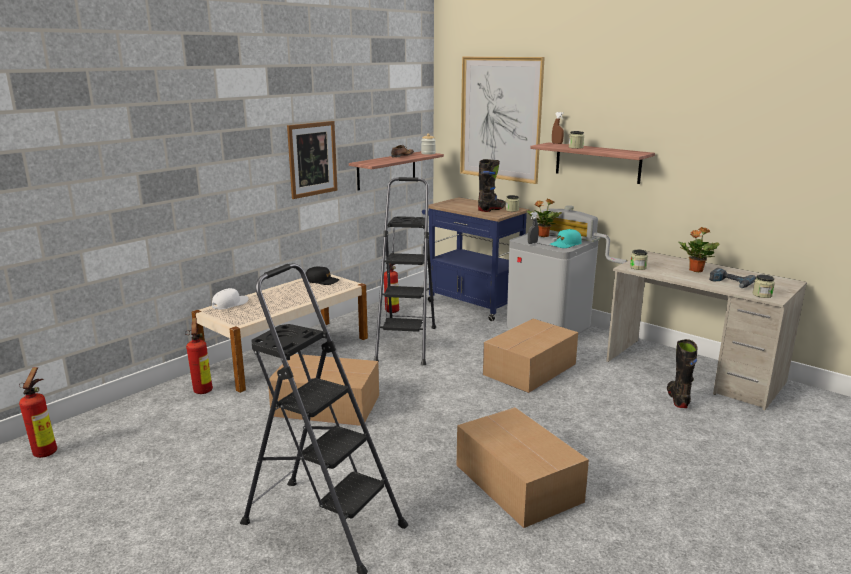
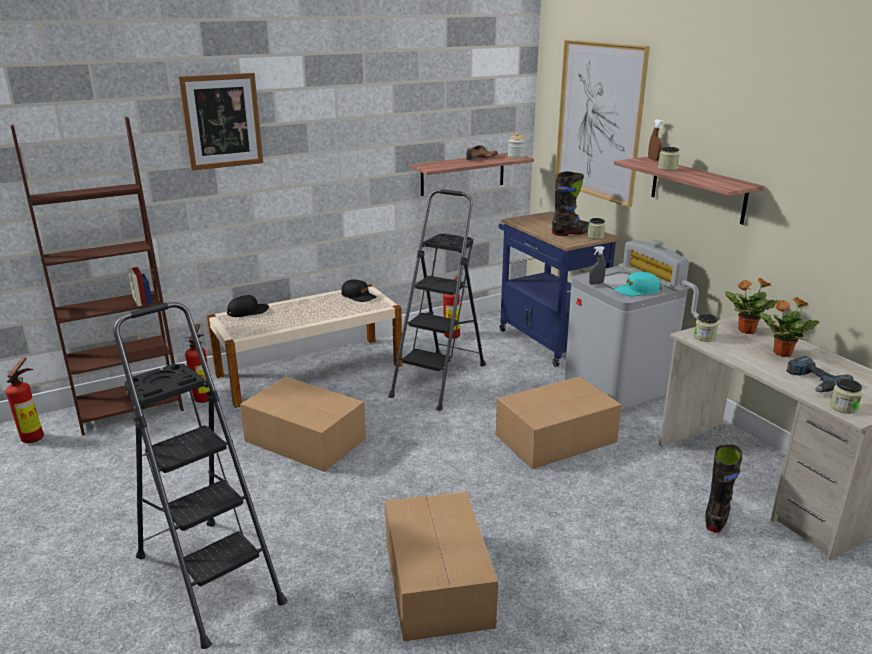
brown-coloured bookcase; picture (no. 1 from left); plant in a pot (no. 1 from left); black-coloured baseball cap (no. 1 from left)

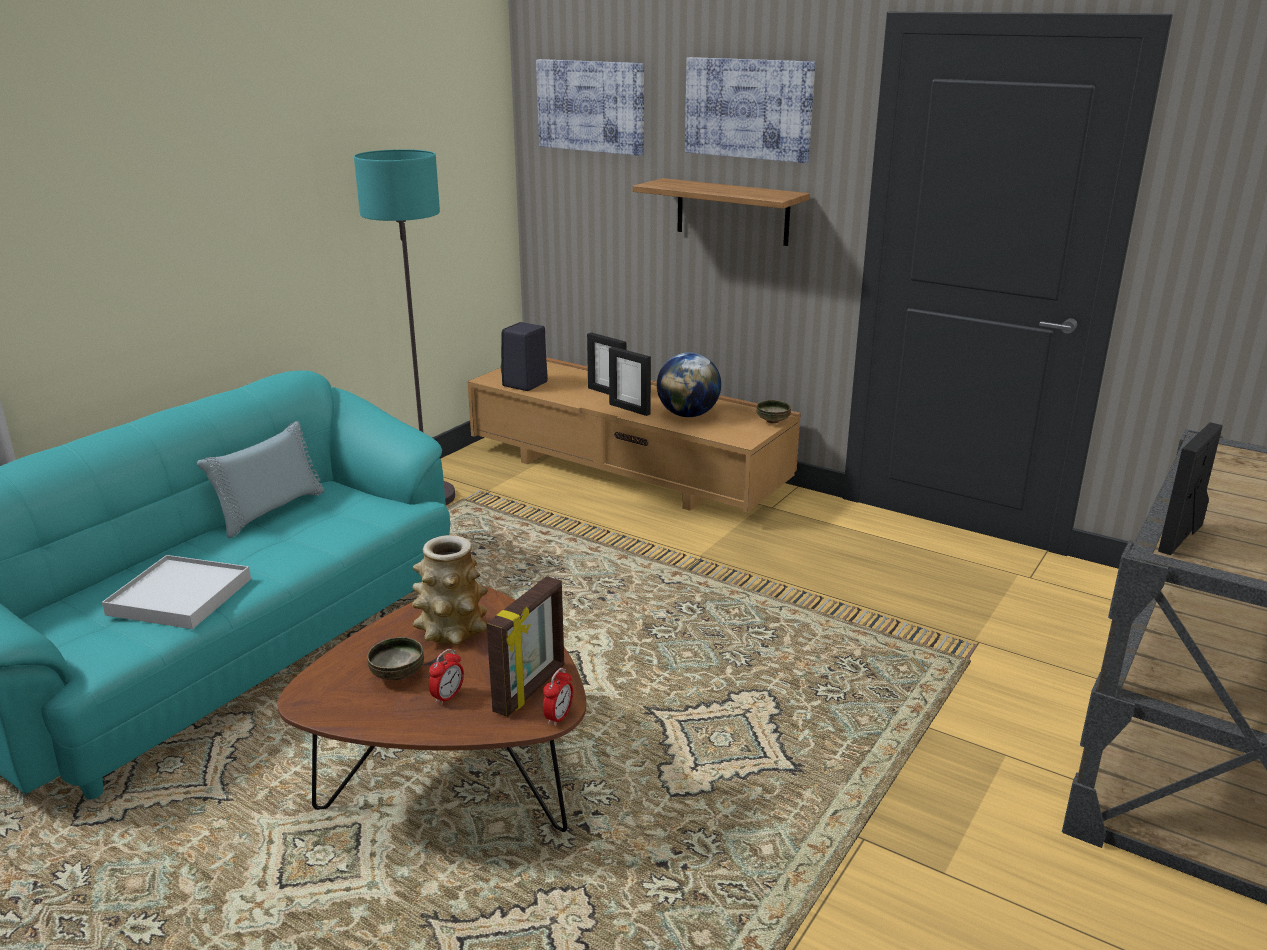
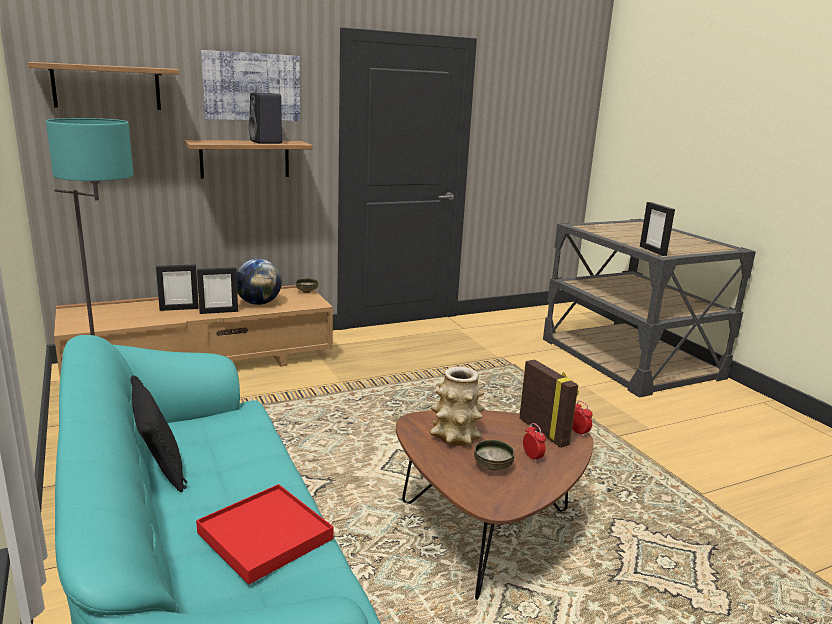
black-coloured loudspeaker; shelf (no. 1 from left); red carrying tray; black-coloured throw pillow

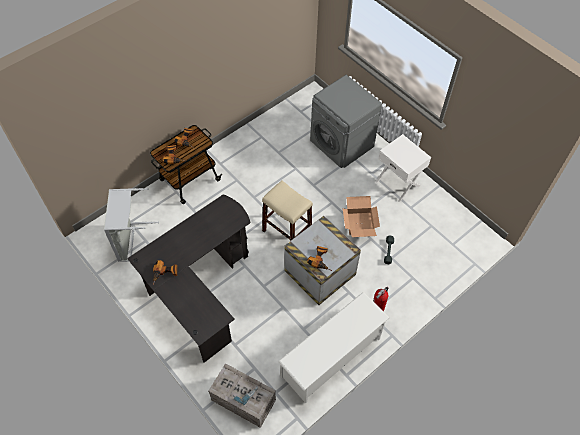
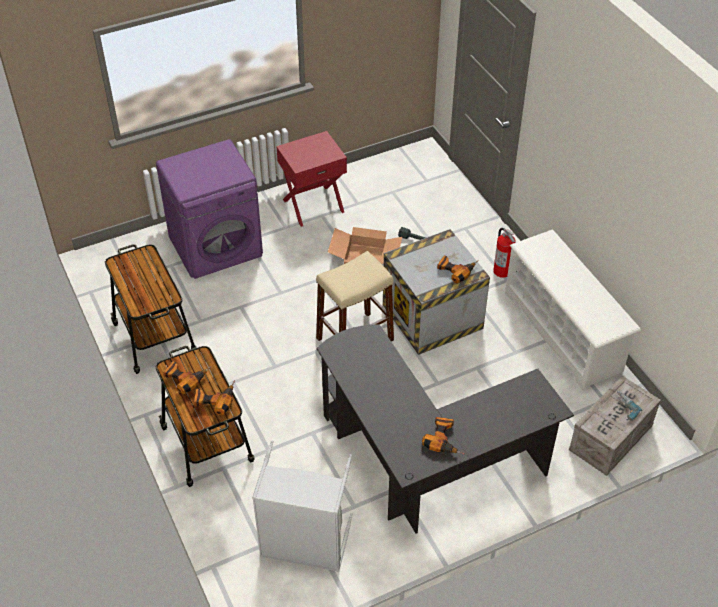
wheeled cart (no. 1 from left); purple-coloured washing machine; red bedside table

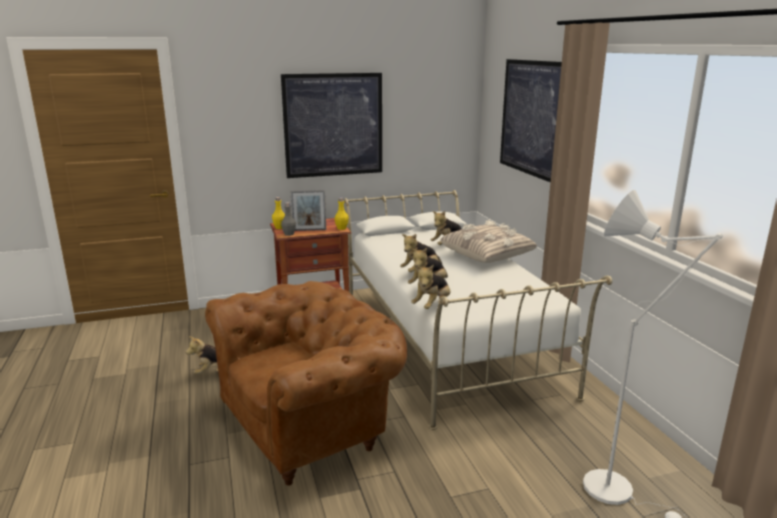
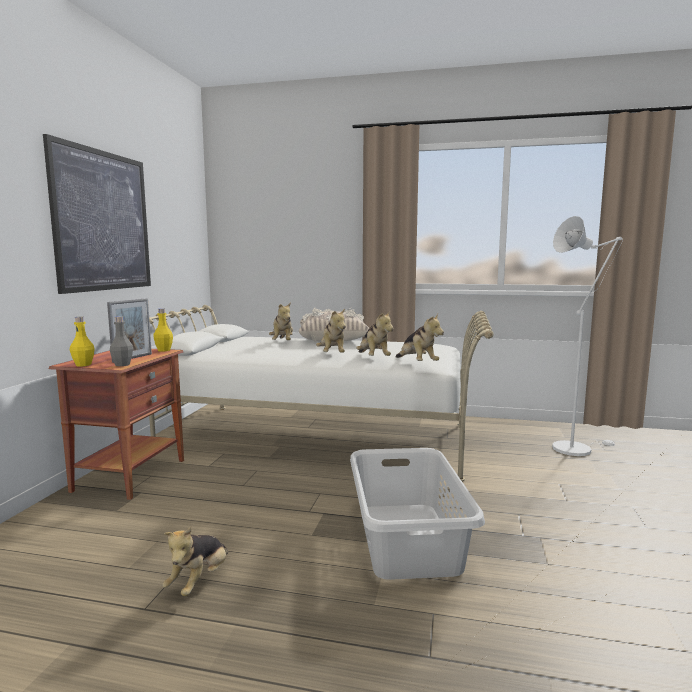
picture (no. 2 from left in the first image); gray laundry basket

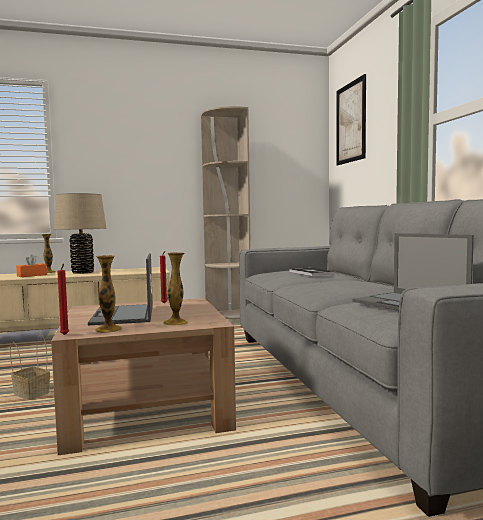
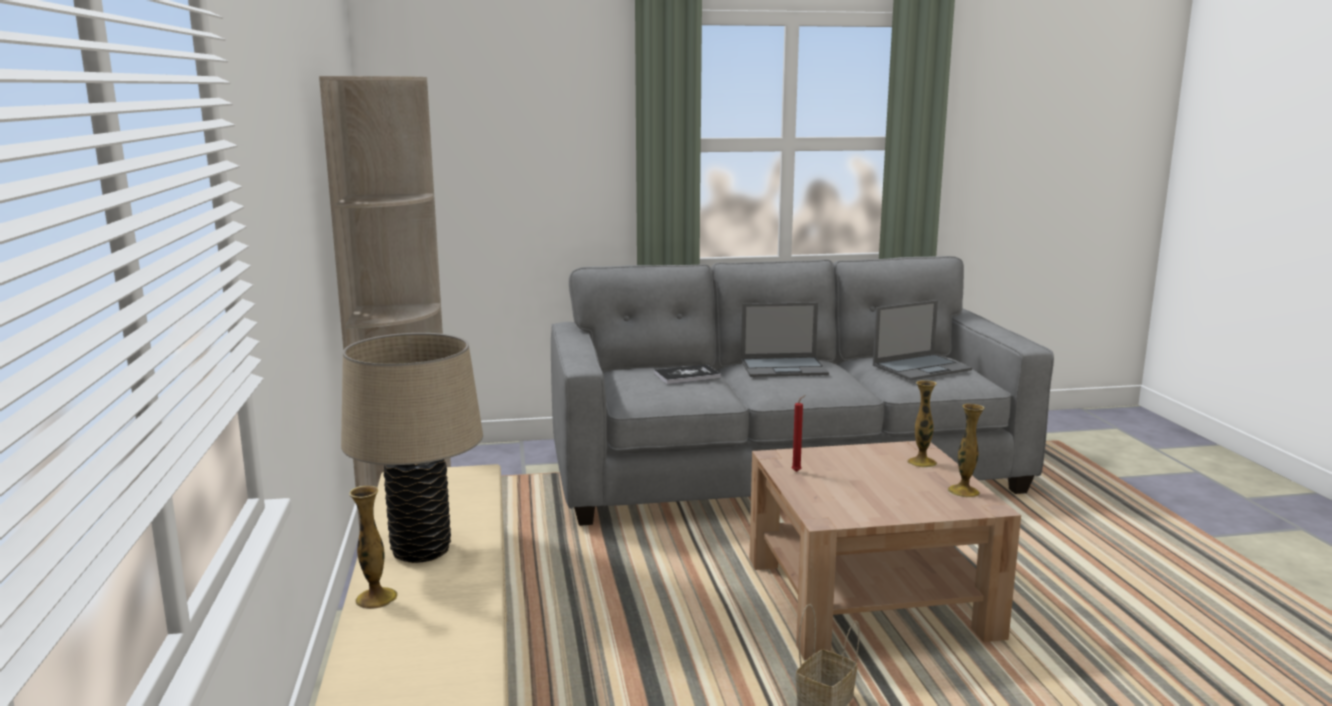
orange-coloured box of tissues; red wax candle (no. 1 from left in the first image); picture; notebook computer (no. 1 from left)

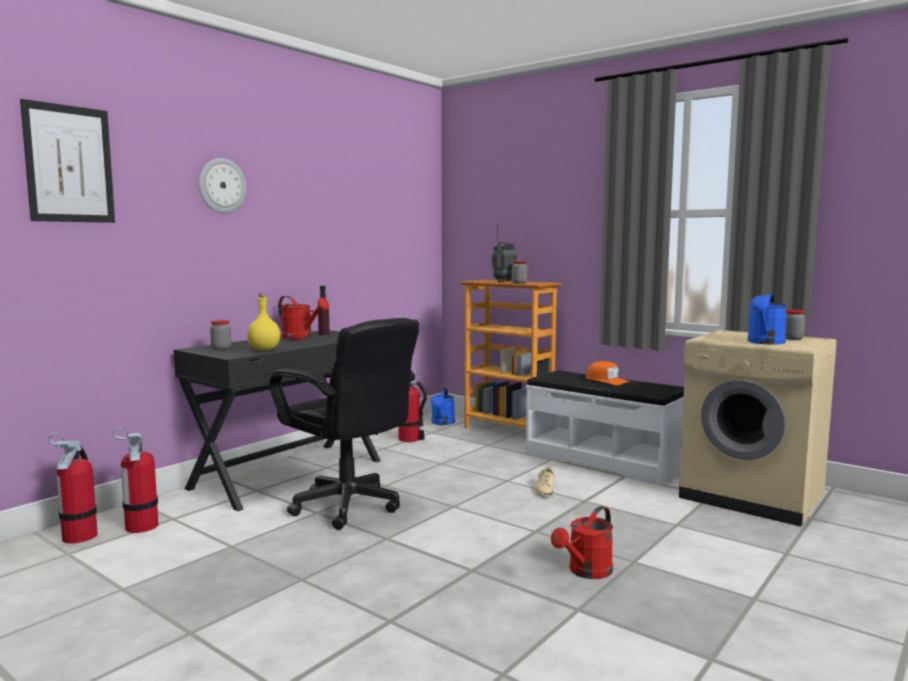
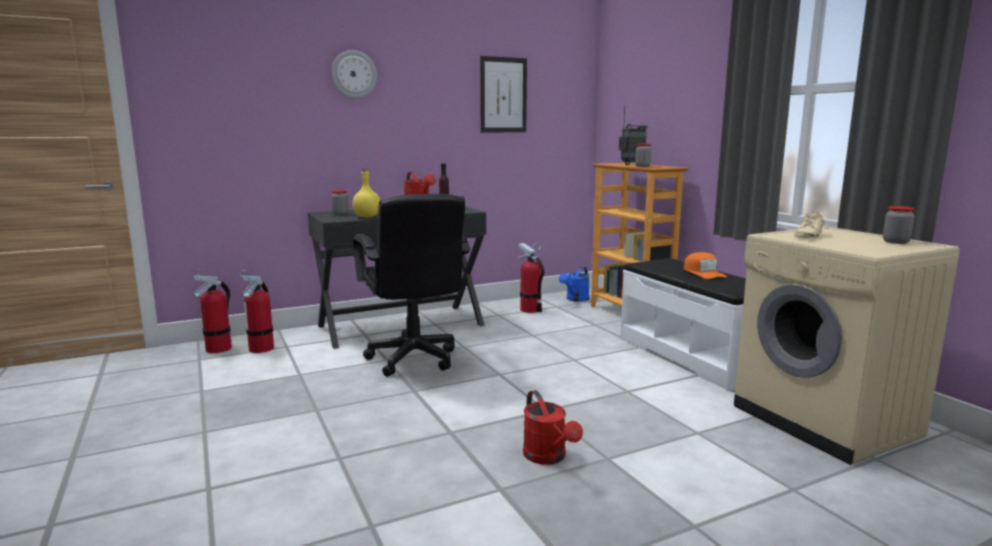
bluish watering pot (no. 2 from left in the first image); picture; beige-coloured low shoe; red watering pot (no. 2 from left)

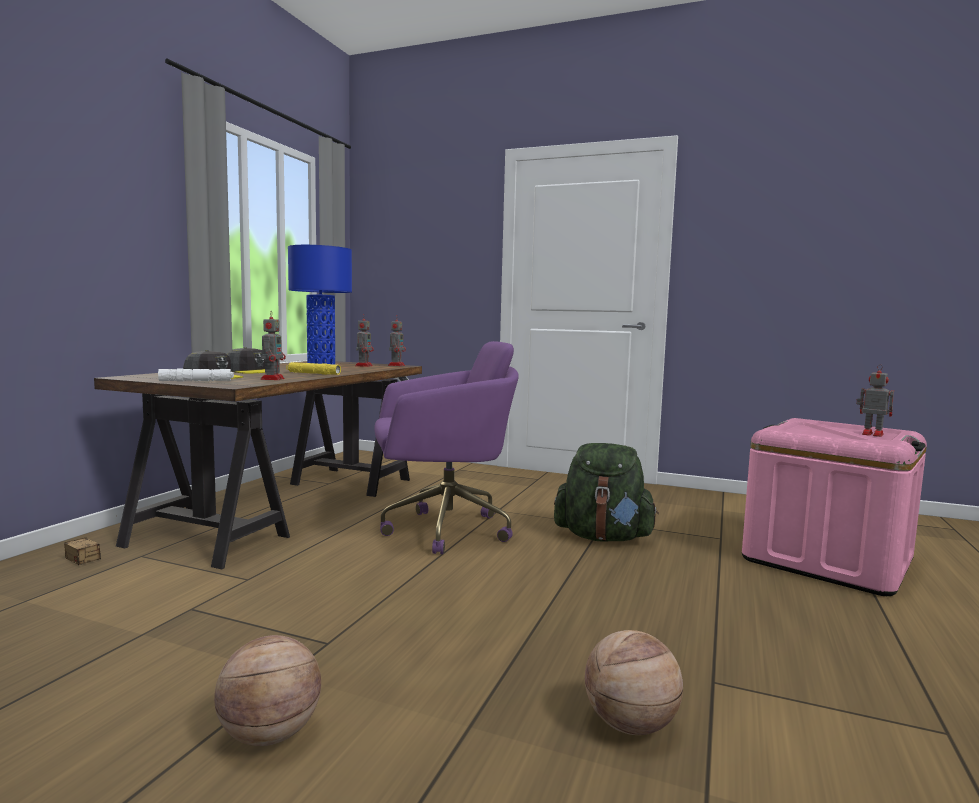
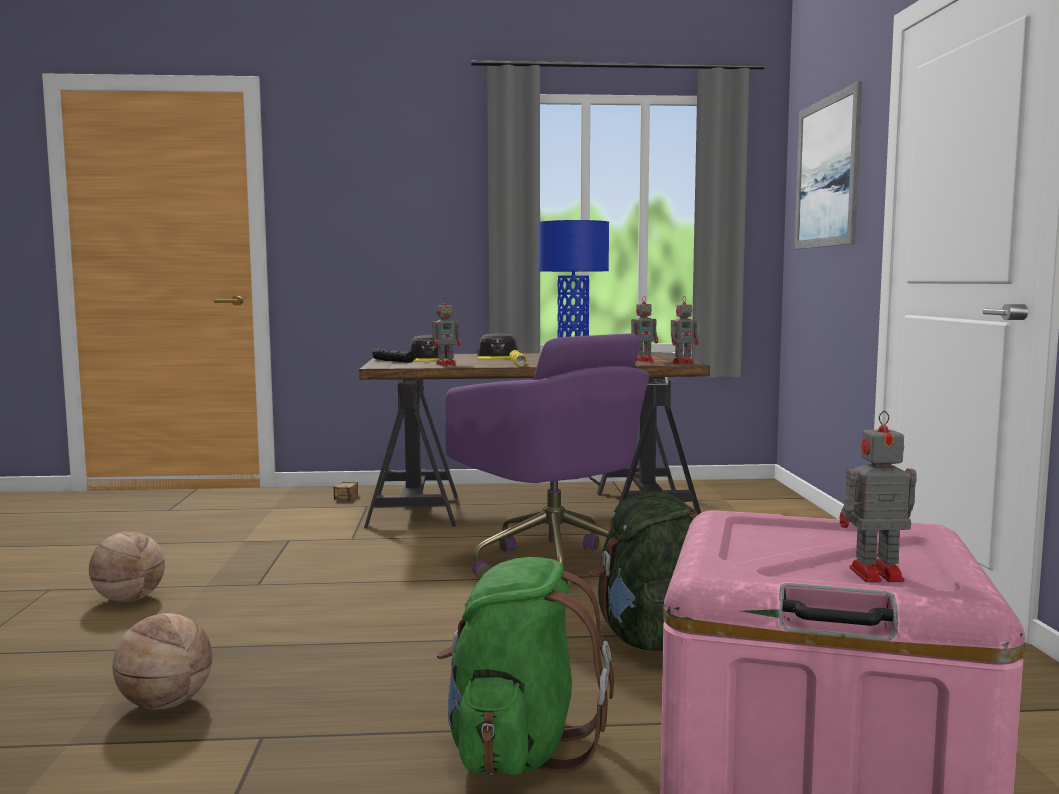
green-coloured rucksack (no. 1 from left); picture; black-coloured flashlight; model robot (no. 4 from left)

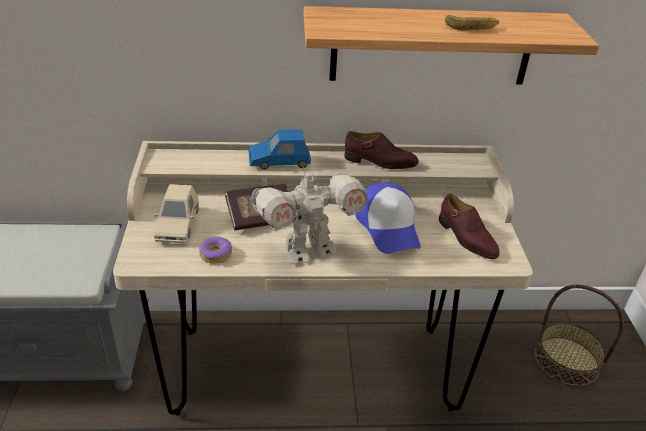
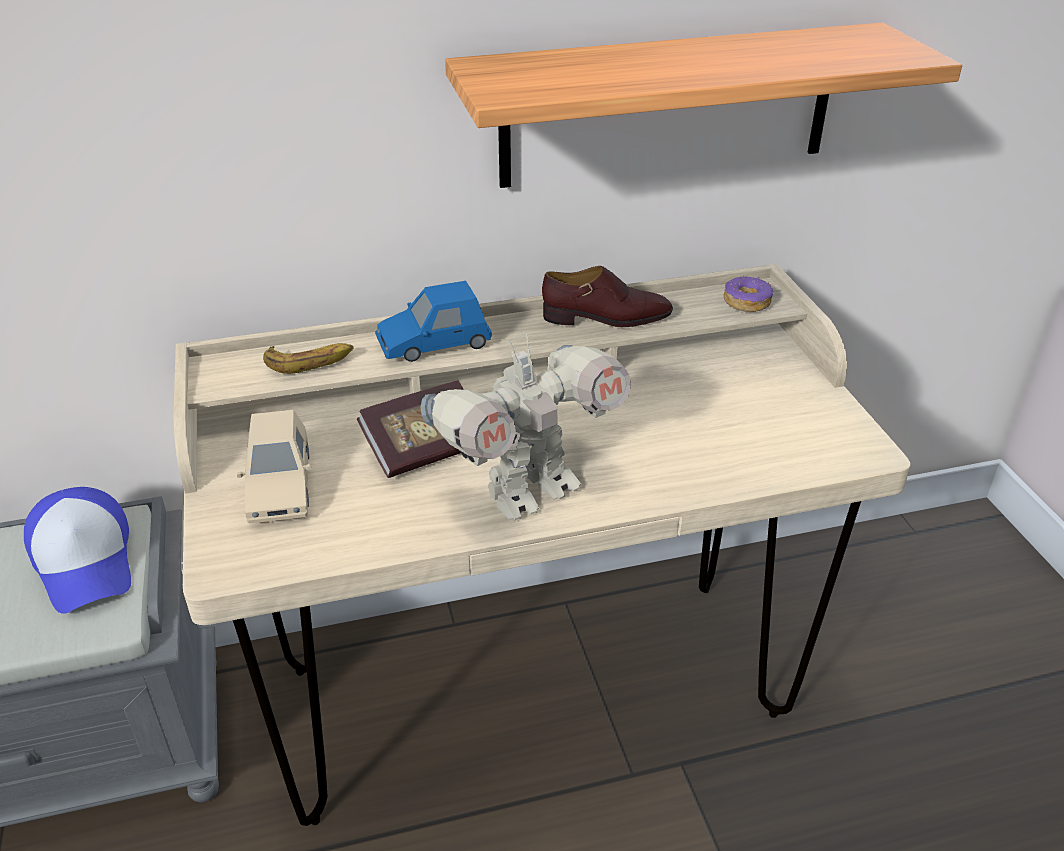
brown-coloured low shoe (no. 2 from left in the first image); household basket; doughnut; baseball cap; banana fruit

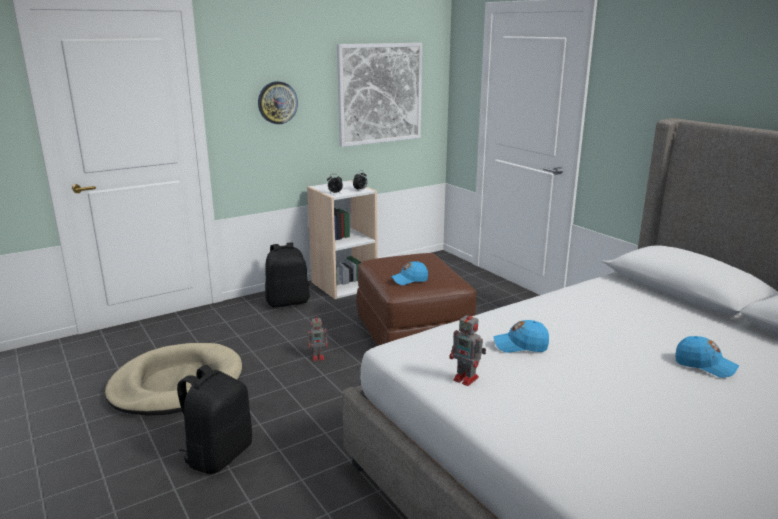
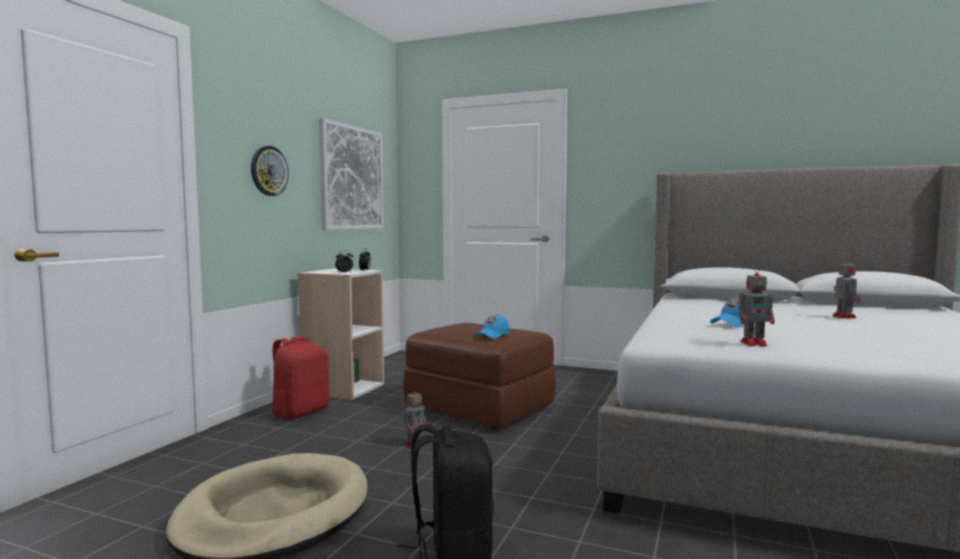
model robot (no. 3 from left); red rucksack

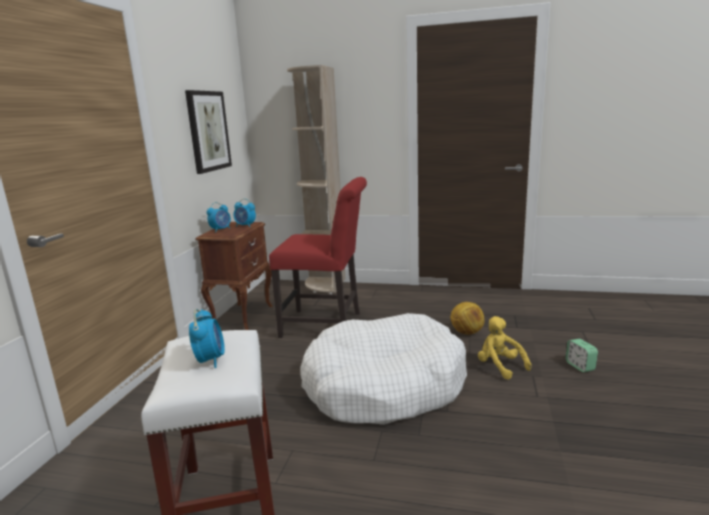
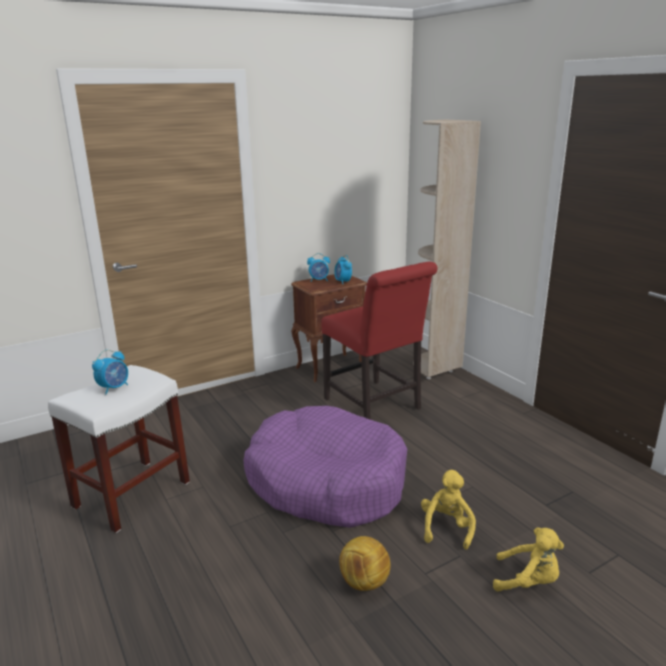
picture; football ball; yellow-coloured plush toy (no. 2 from left); purple-coloured pet bed

